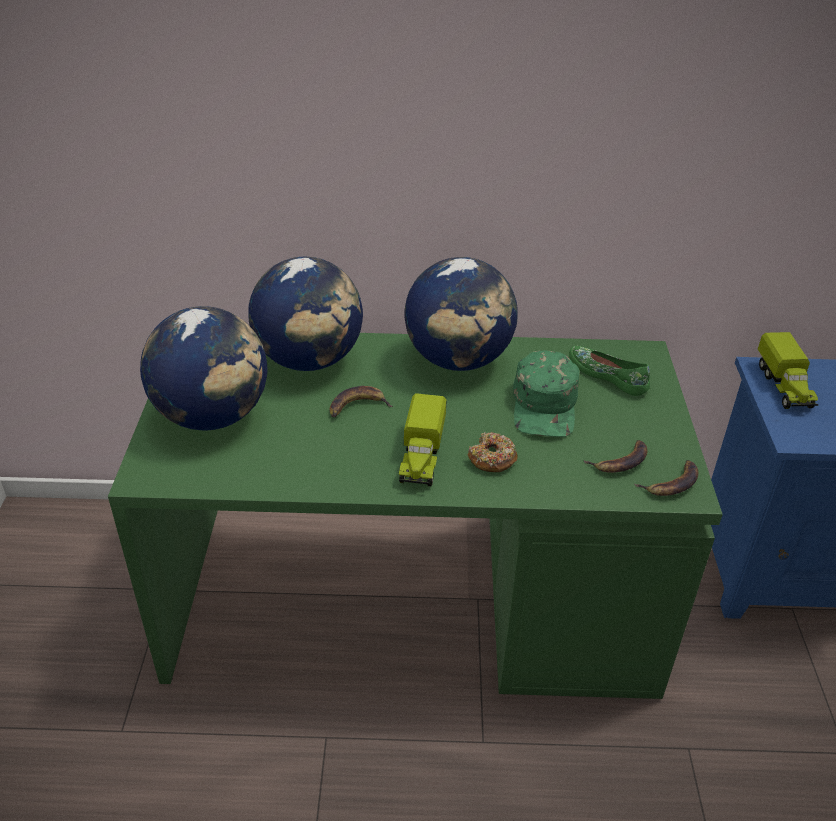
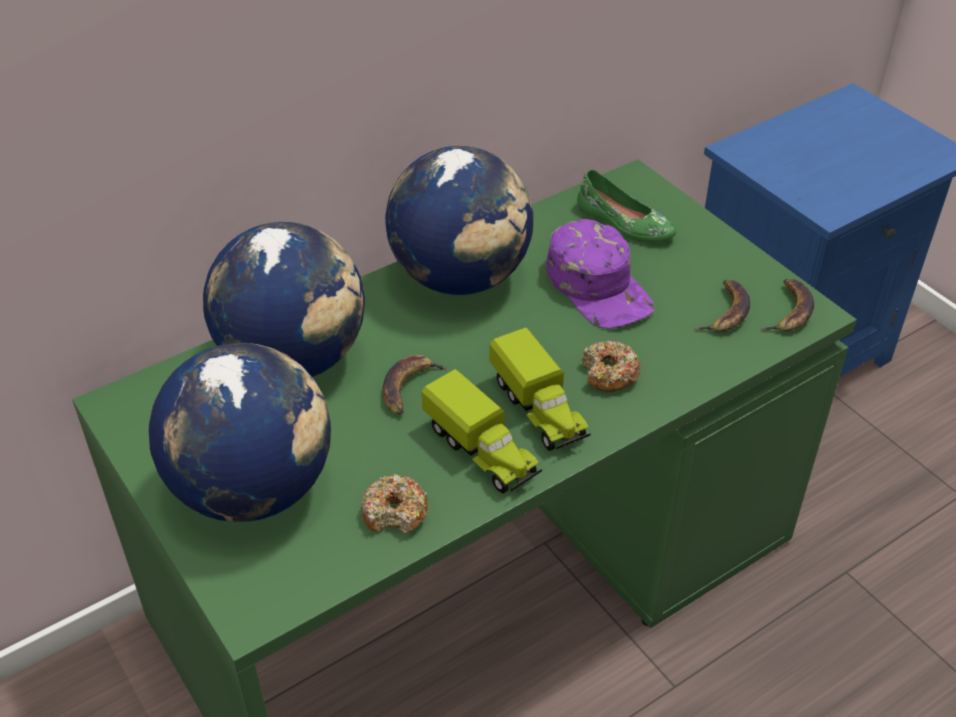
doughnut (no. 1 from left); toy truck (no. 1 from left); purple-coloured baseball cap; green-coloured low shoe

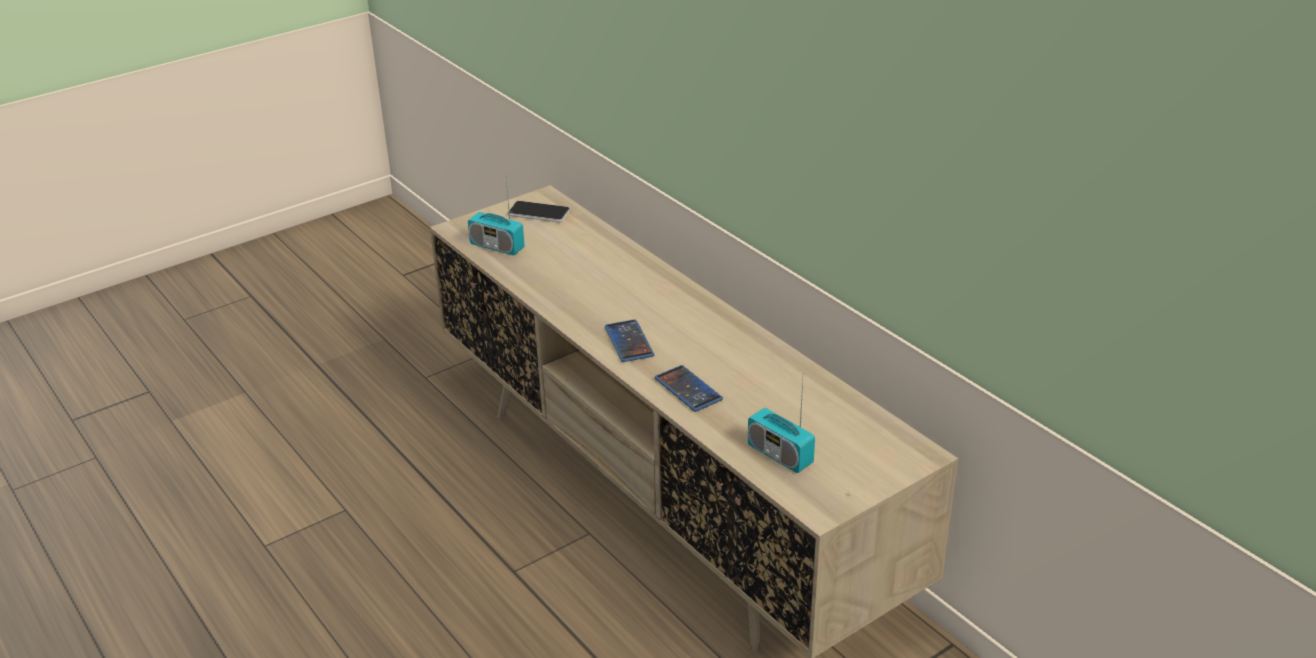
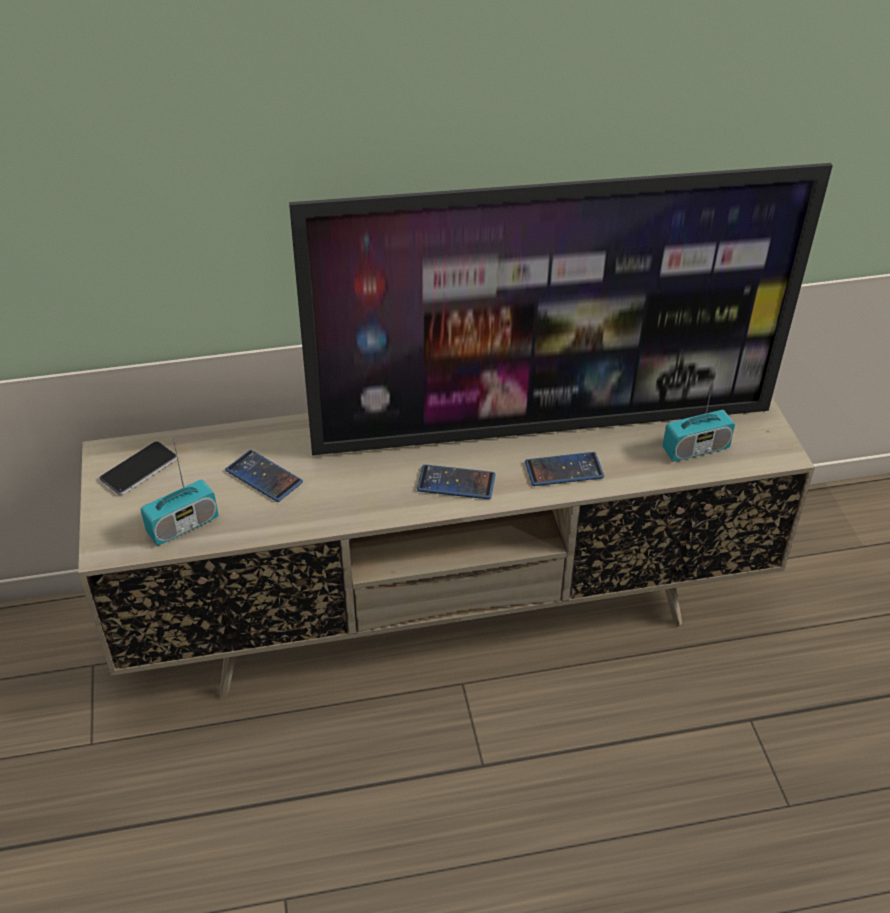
handset (no. 2 from left); television

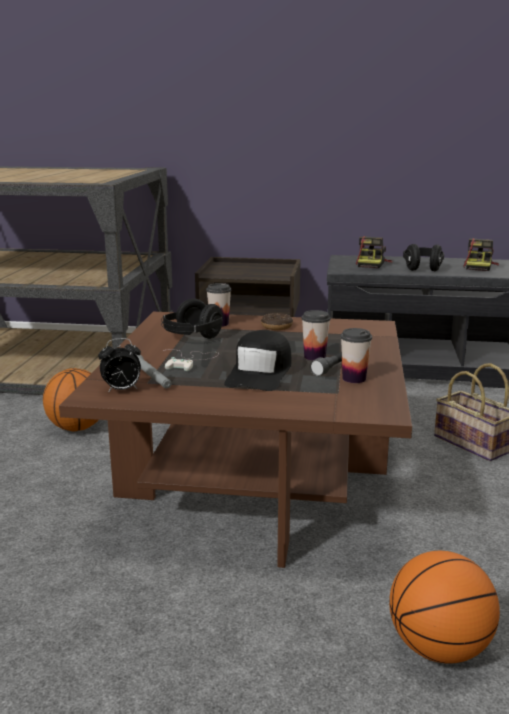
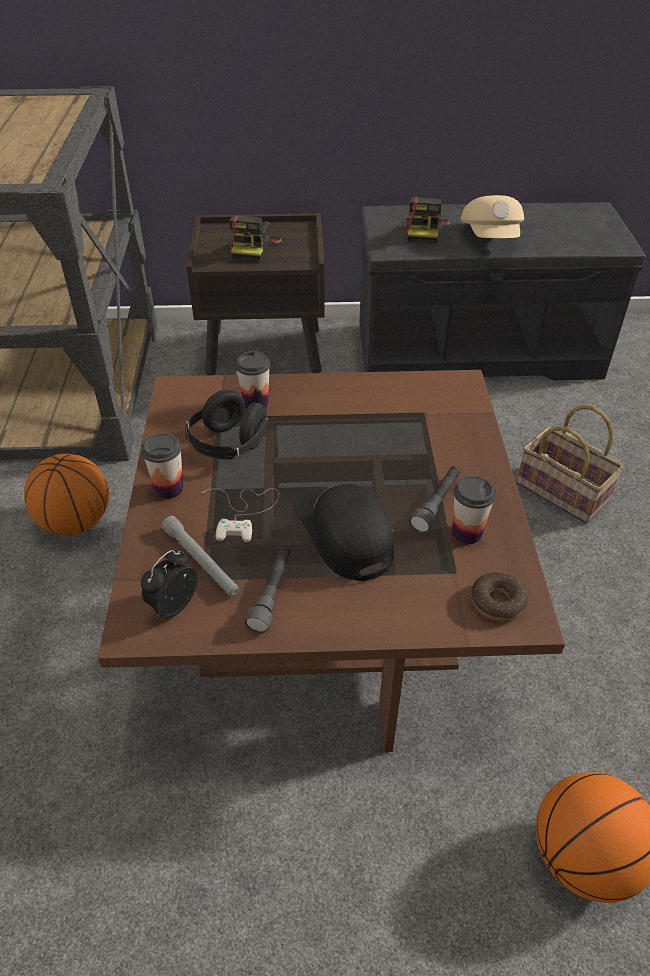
gray flashlight (no. 2 from left); doughnut; small cup (no. 1 from left); photo camera (no. 1 from left); beige-coloured baseball cap; alarm clock; black-coloured baseball cap

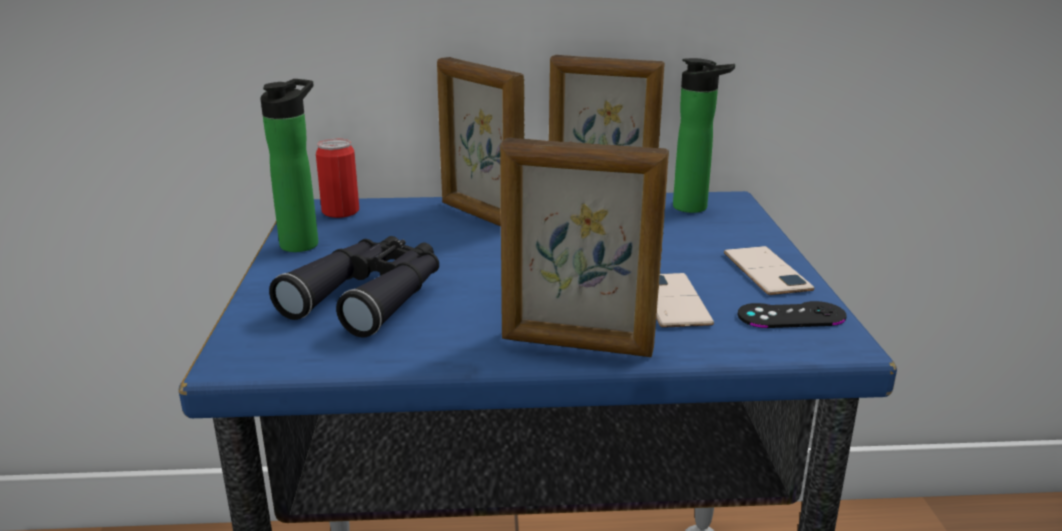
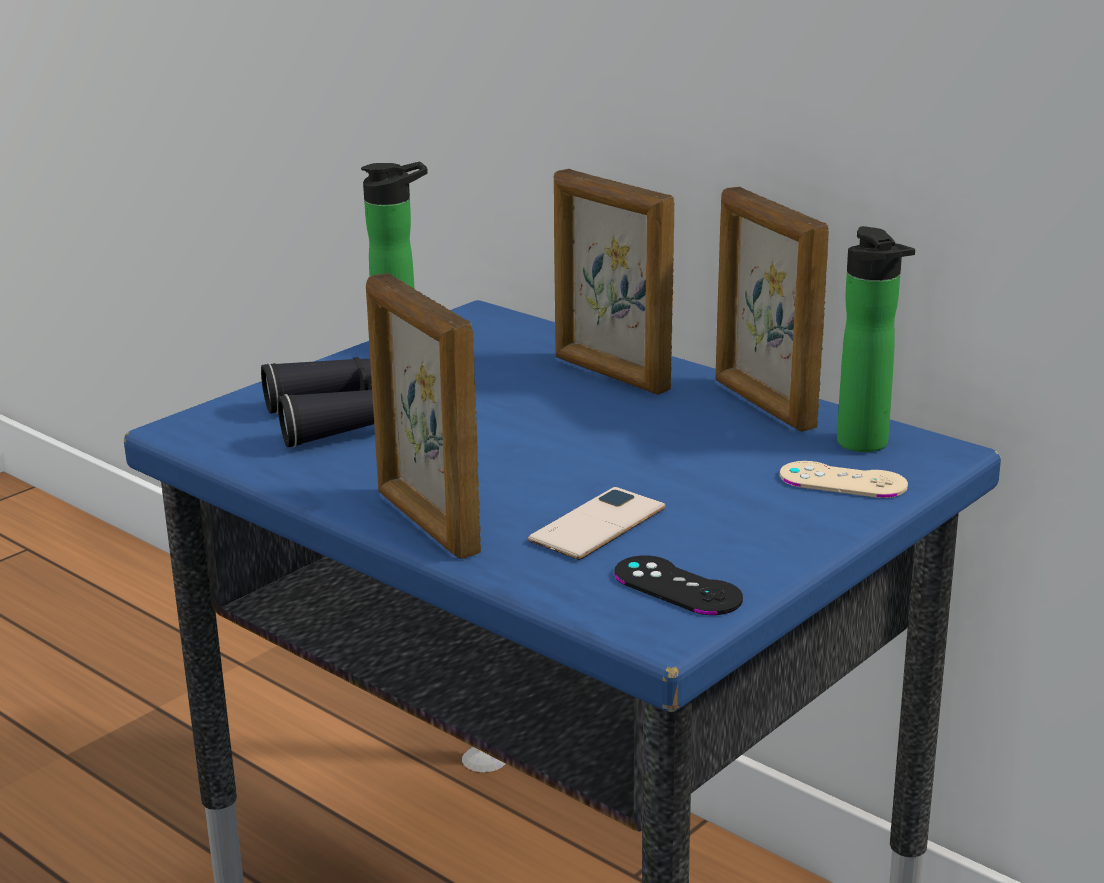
can; handset (no. 2 from left in the first image); beige-coloured gamepad; picture frame (no. 2 from left)

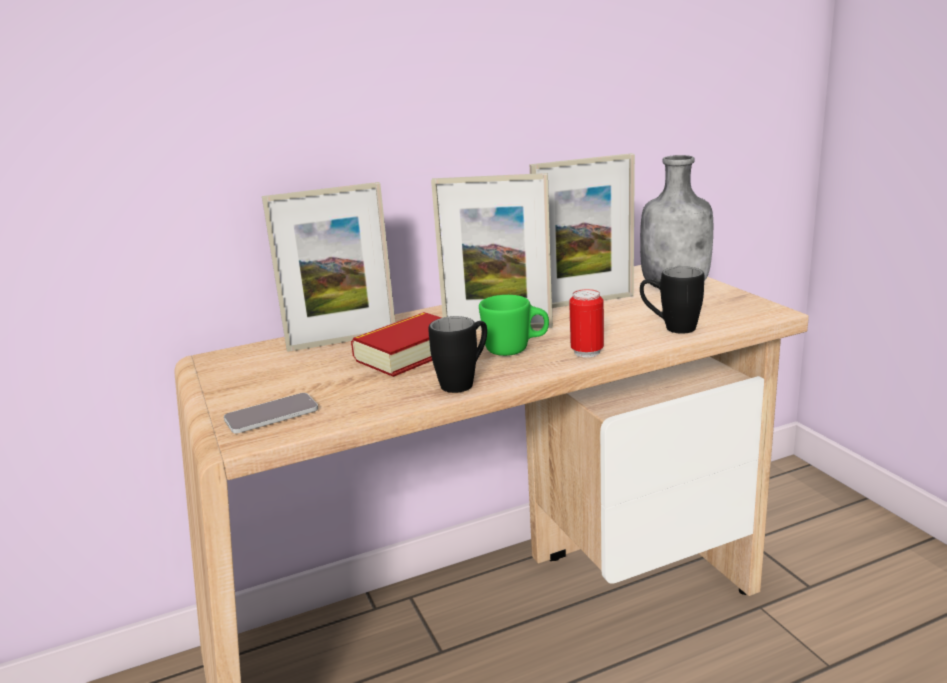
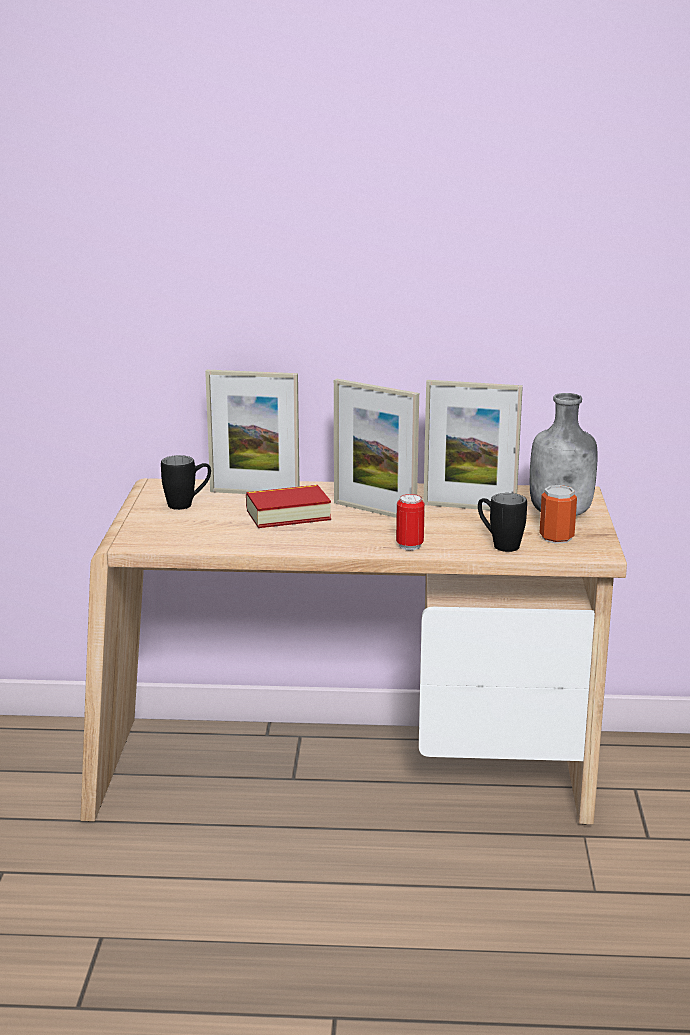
handset; green-coloured mug; can (no. 2 from left); black-coloured mug (no. 1 from left)

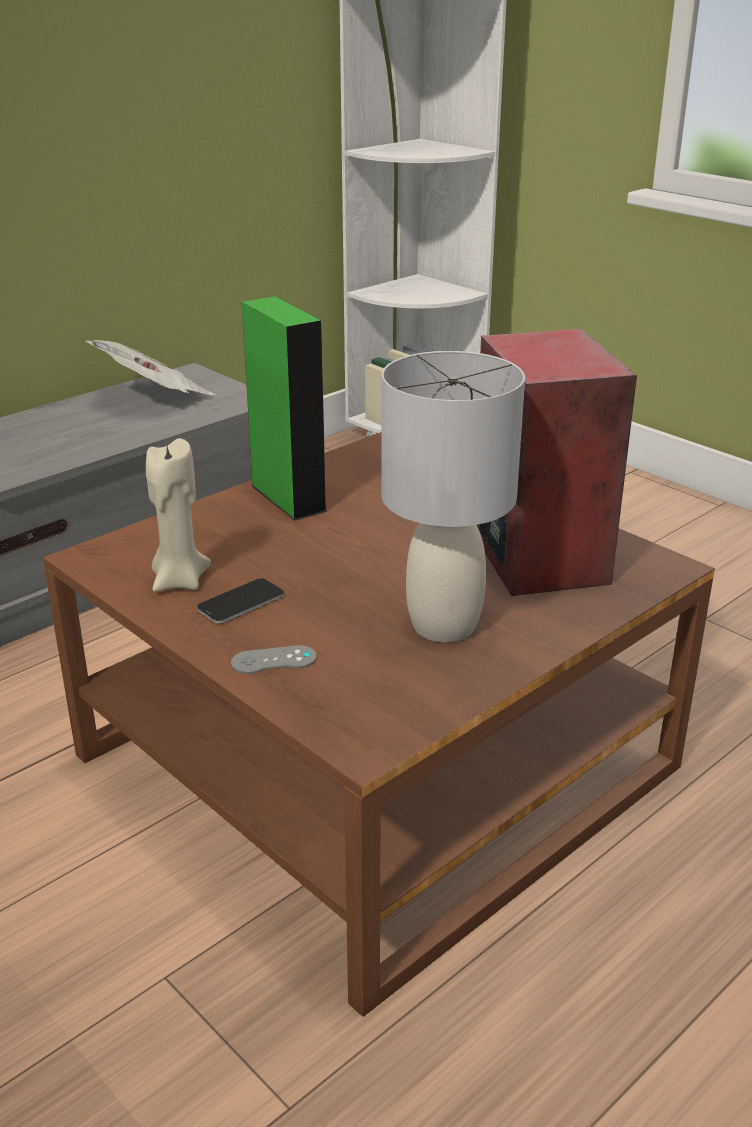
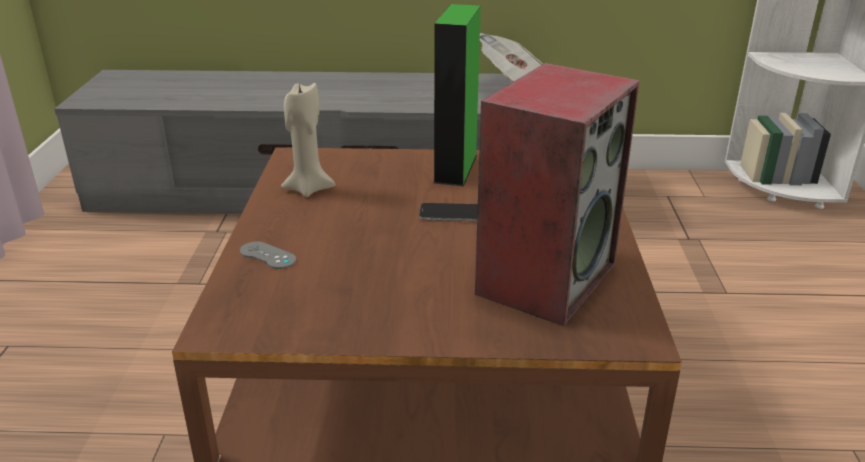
gray lamp for a table; handset

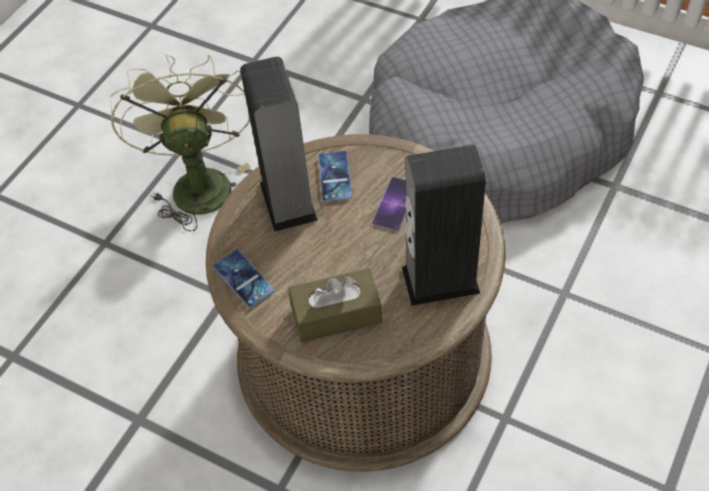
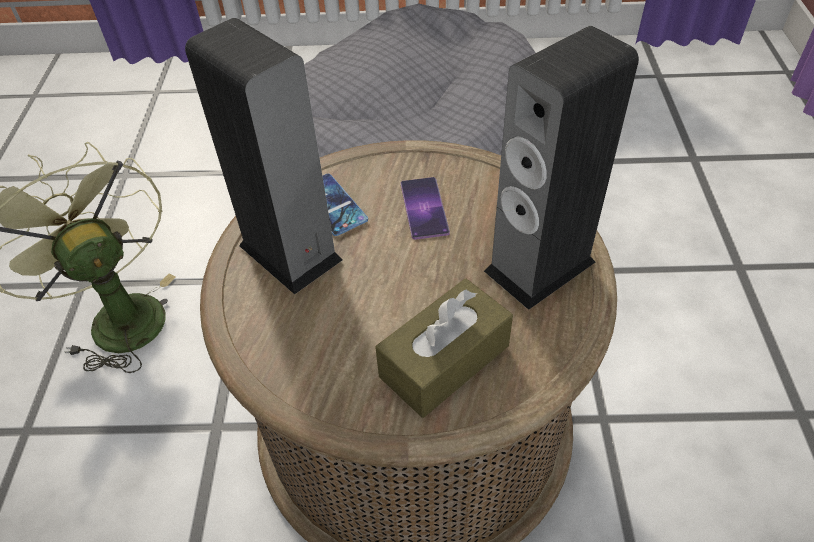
handset (no. 1 from left in the first image)

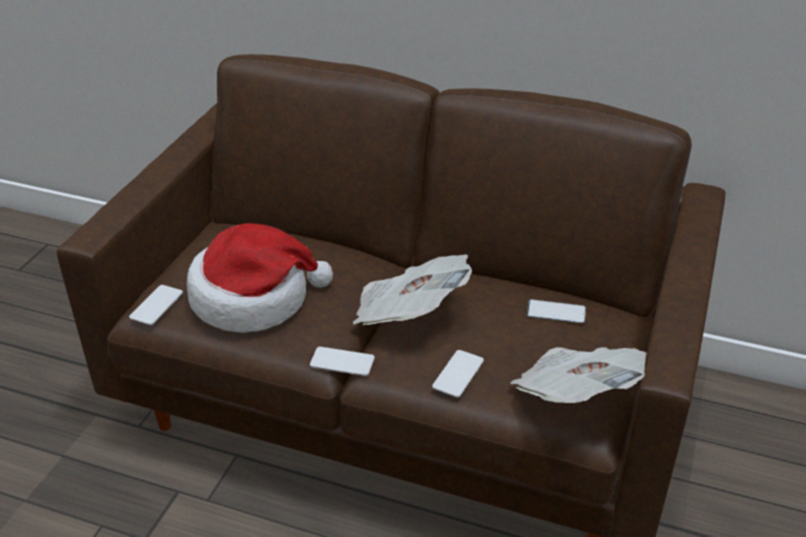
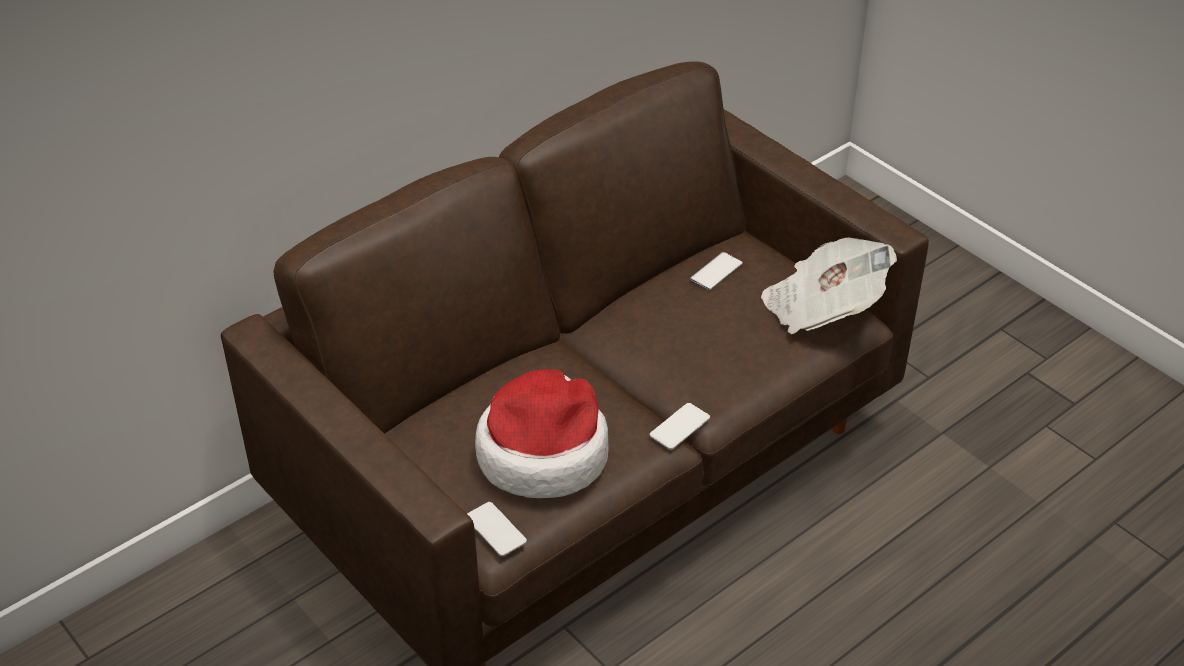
newspaper (no. 1 from left in the first image); handset (no. 3 from left in the first image)

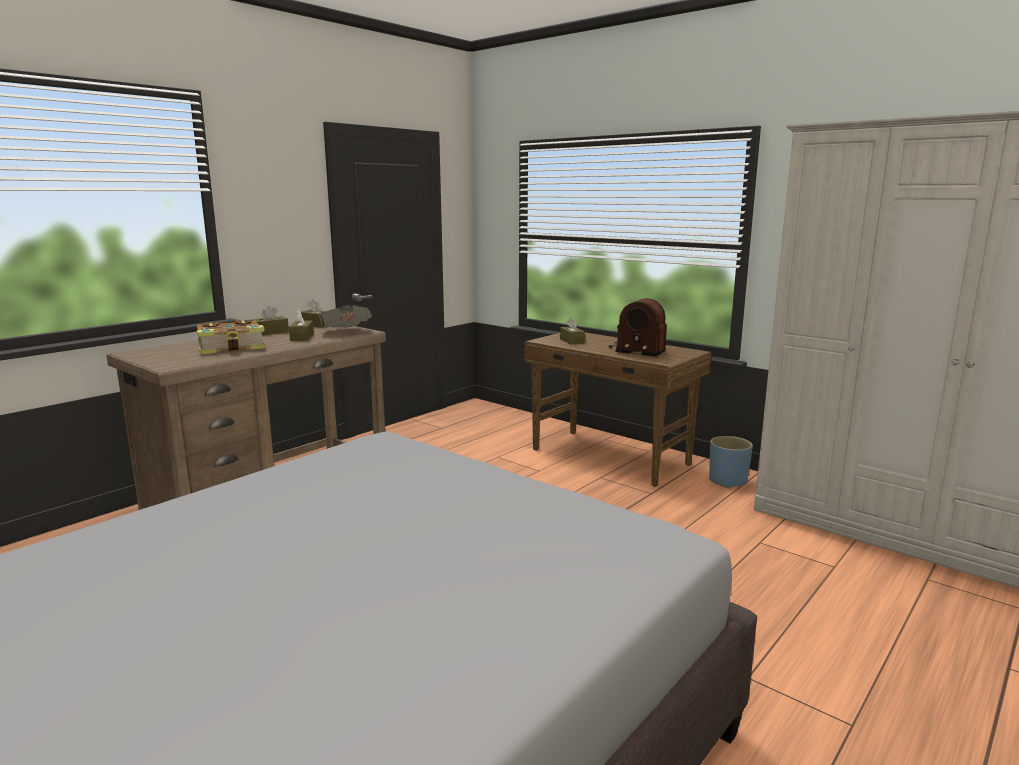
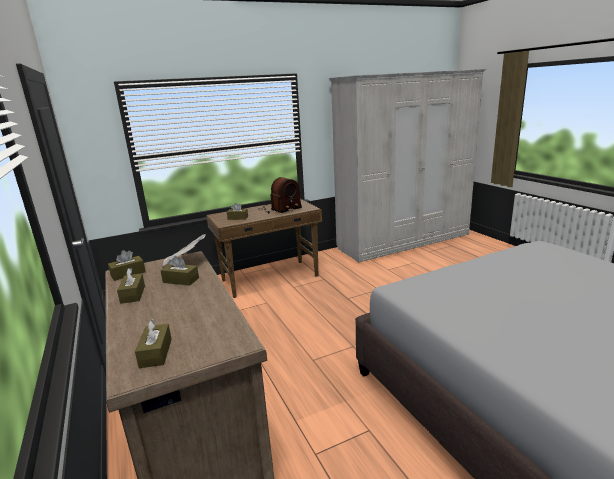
bound book; bluish planter; brown-coloured box of tissues (no. 3 from left)

